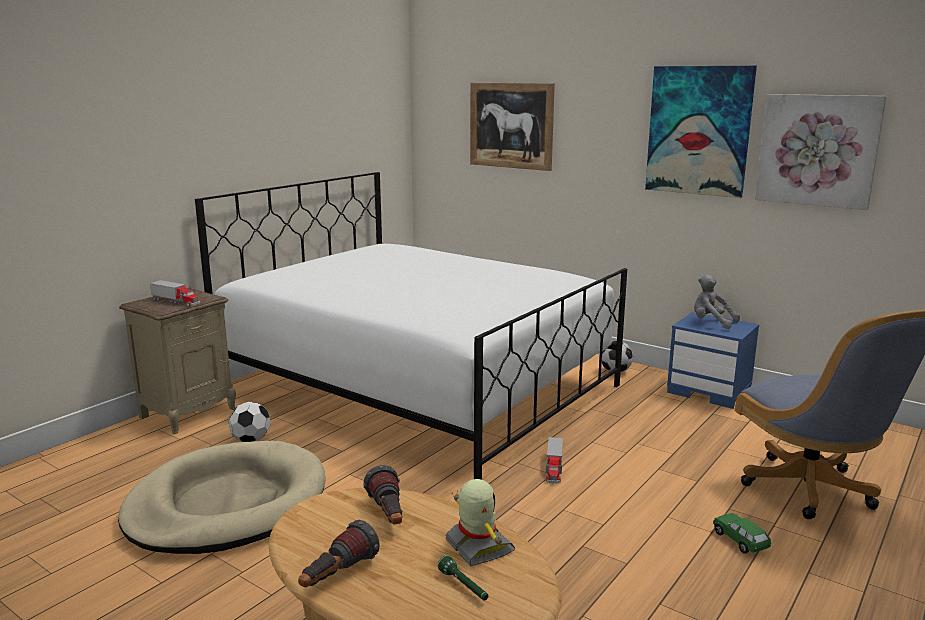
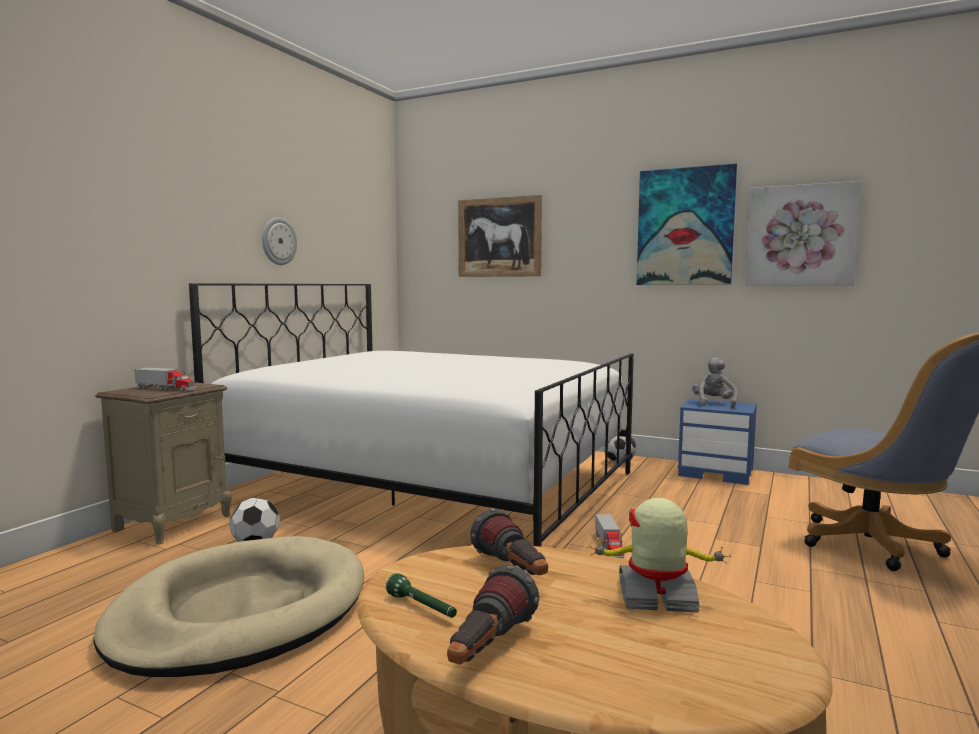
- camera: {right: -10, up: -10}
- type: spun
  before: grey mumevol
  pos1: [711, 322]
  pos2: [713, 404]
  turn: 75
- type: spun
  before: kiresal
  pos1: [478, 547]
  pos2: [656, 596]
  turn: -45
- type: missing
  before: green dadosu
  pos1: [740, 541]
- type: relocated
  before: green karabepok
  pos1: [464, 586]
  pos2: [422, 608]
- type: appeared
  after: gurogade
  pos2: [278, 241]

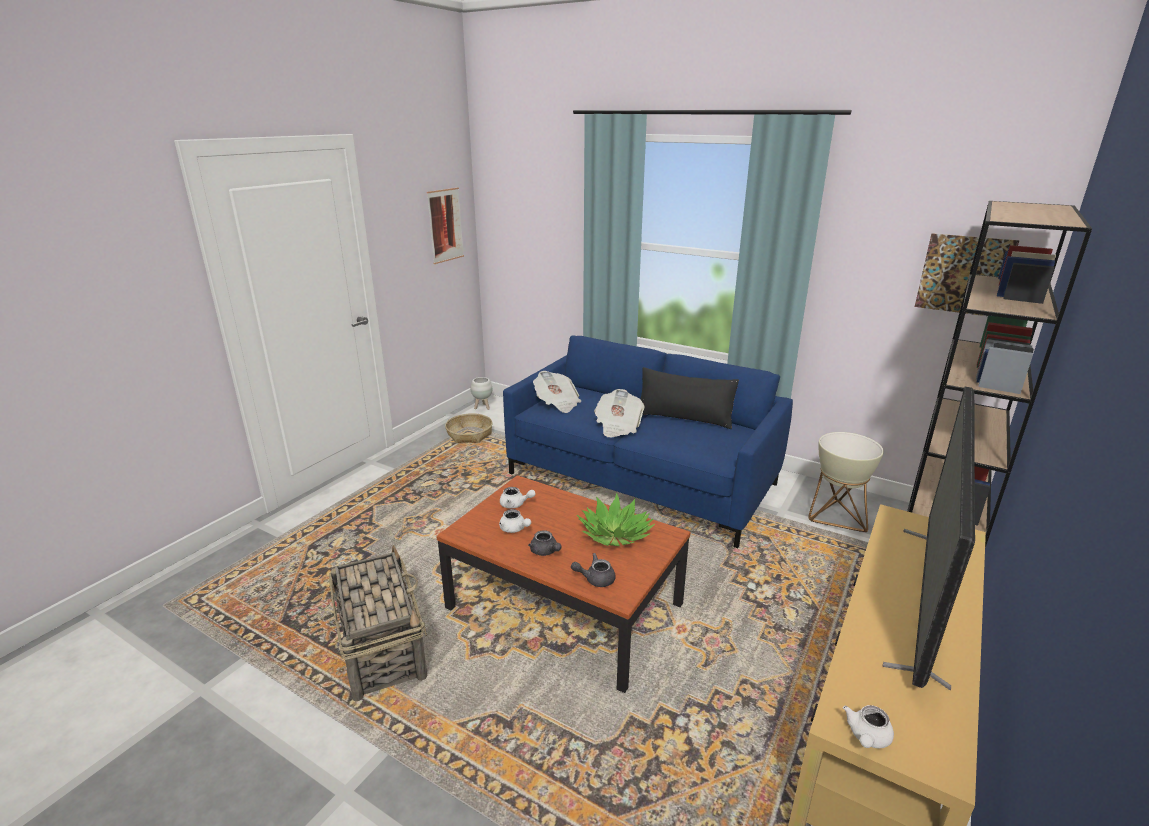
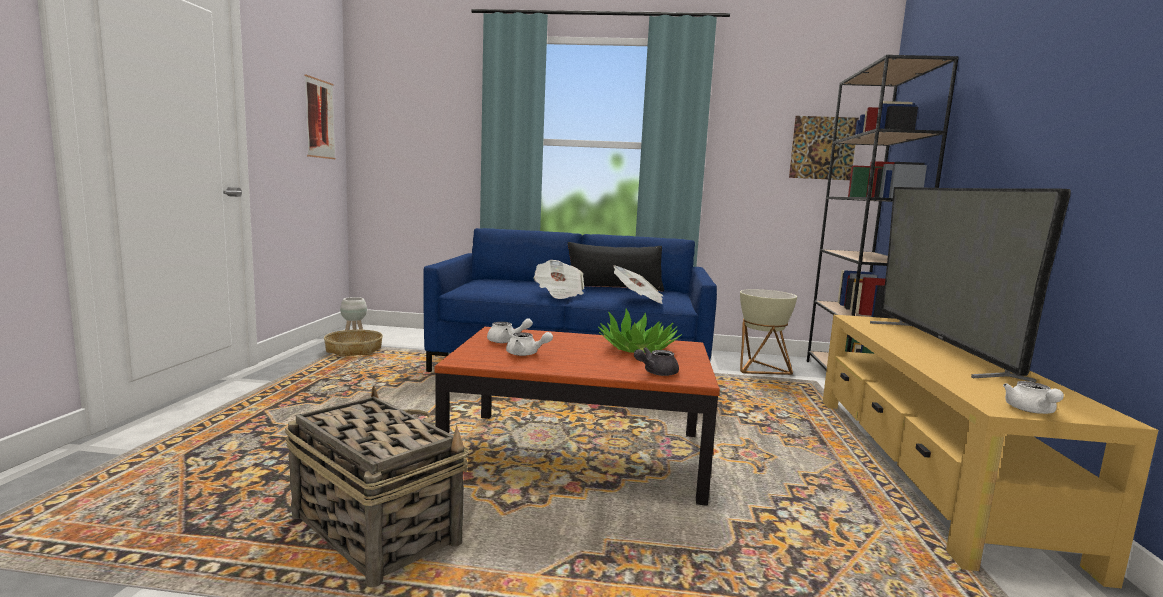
- camera: {right: -25, up: -15}
- type: relocated
  before: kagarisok
  pos1: [557, 403]
  pos2: [638, 299]
- type: missing
  before: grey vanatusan
  pos1: [545, 552]

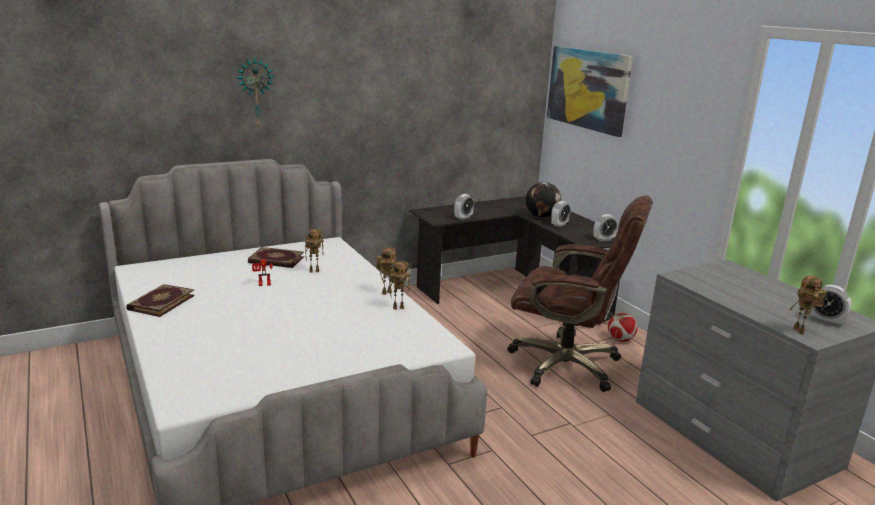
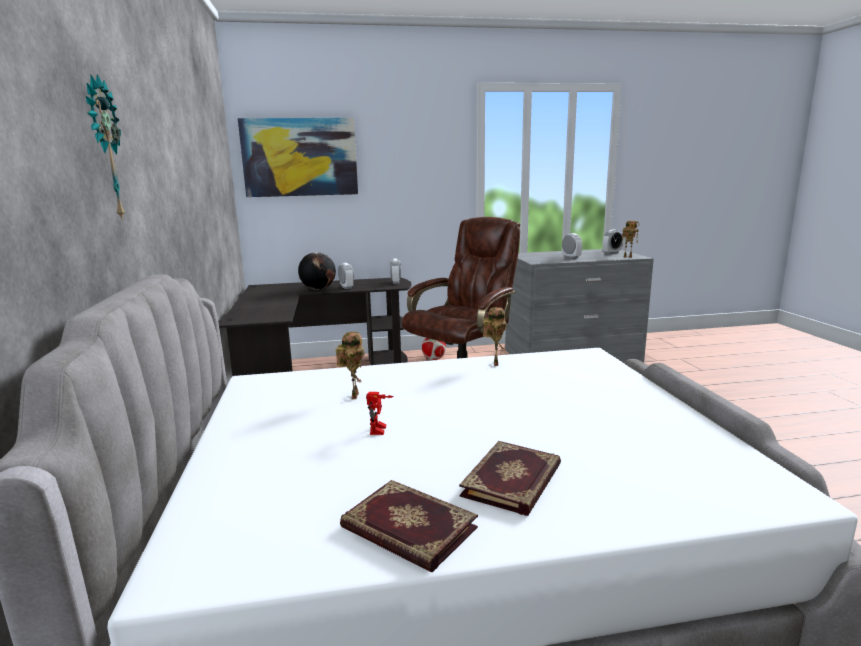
- camera: {right: -70, up: -5}
- type: relocated
  before: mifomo
  pos1: [463, 218]
  pos2: [571, 257]
- type: relocated
  before: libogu
  pos1: [276, 260]
  pos2: [513, 481]
- type: missing
  before: kiresal
  pos1: [386, 292]

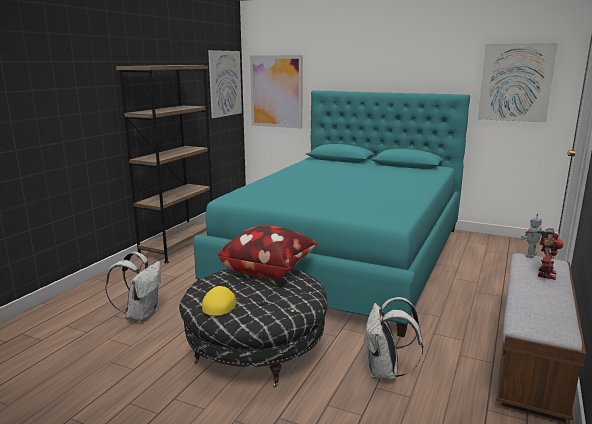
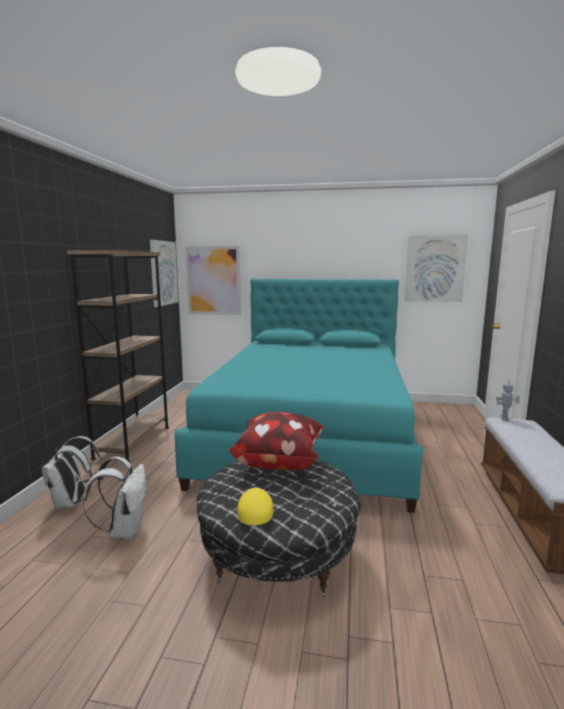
- camera: {right: -15, up: -5}
- type: missing
  before: kiresal
  pos1: [544, 274]
- type: relocated
  before: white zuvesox
  pos1: [385, 373]
  pos2: [72, 503]

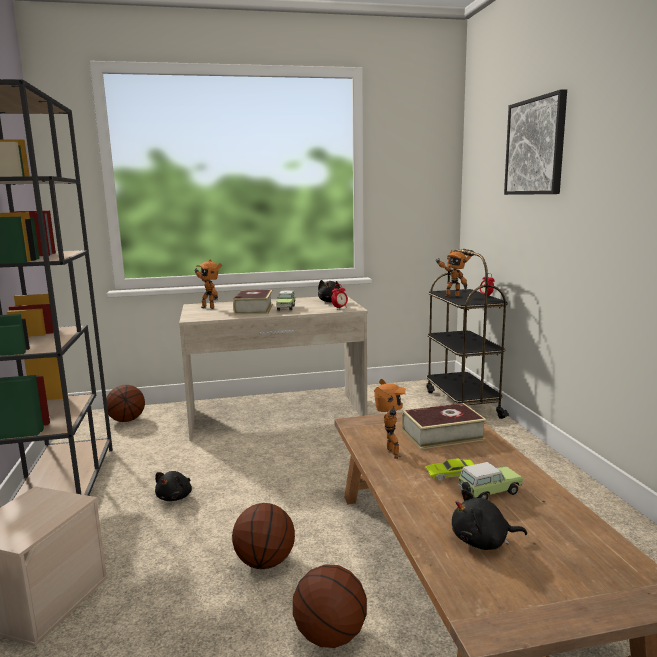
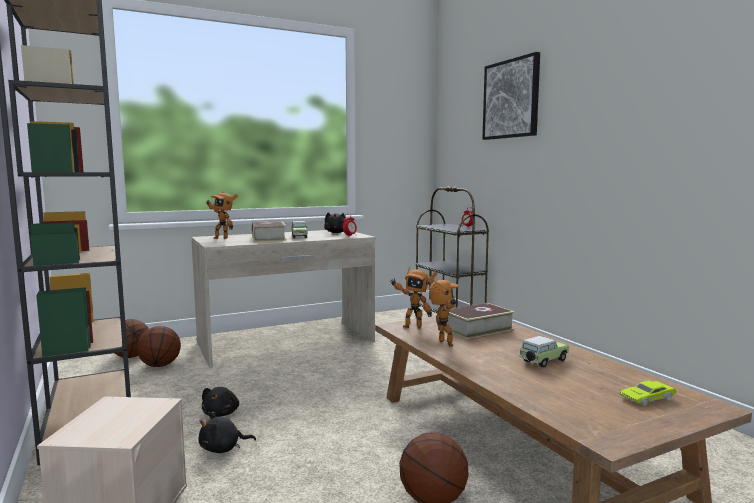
- camera: {right: -15, up: -5}
- type: relocated
  before: kiresal
  pos1: [451, 296]
  pos2: [412, 326]
- type: relocated
  before: green dadosu
  pos1: [451, 474]
  pos2: [647, 398]
- type: relocated
  before: black mumevol
  pos1: [483, 542]
  pos2: [223, 449]
- type: relocated
  before: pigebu
  pos1: [265, 562]
  pos2: [160, 365]

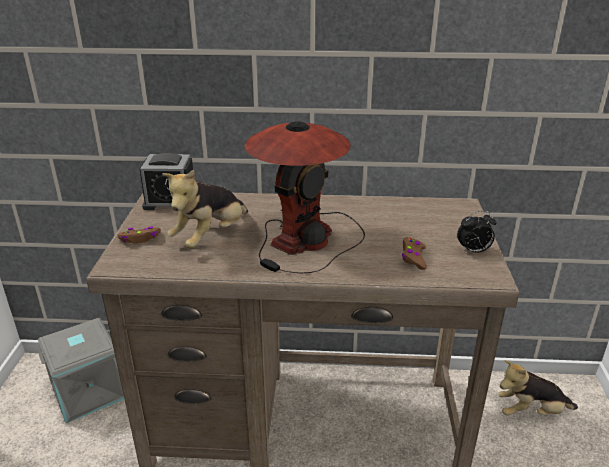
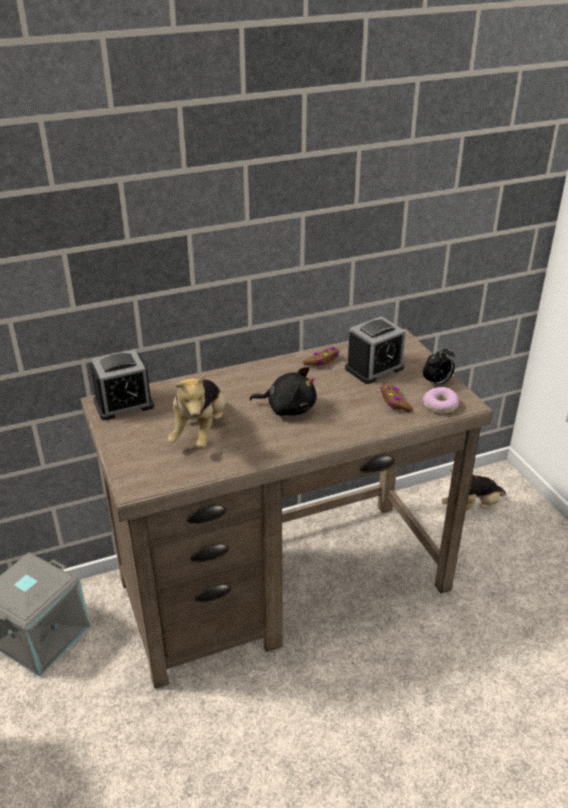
- camera: {right: -25, up: 5}
- type: exchanged
  before: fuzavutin
  after: black mumevol
  pos1: [304, 237]
  pos2: [288, 408]
- type: relocated
  before: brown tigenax
  pos1: [140, 239]
  pos2: [322, 361]
- type: appeared
  after: mifomo
  pos2: [374, 368]
- type: appeared
  after: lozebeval
  pos2: [440, 405]

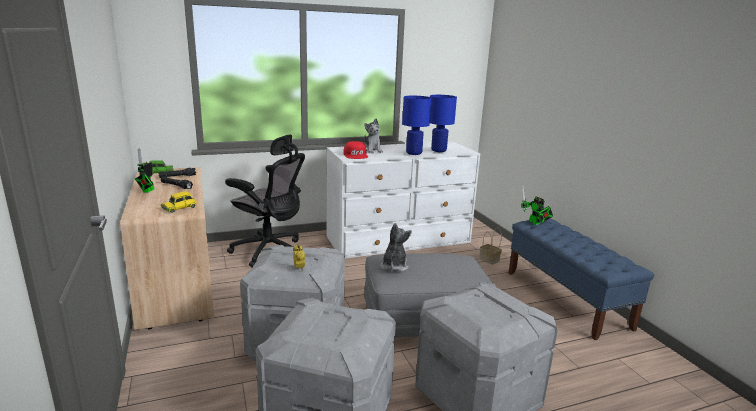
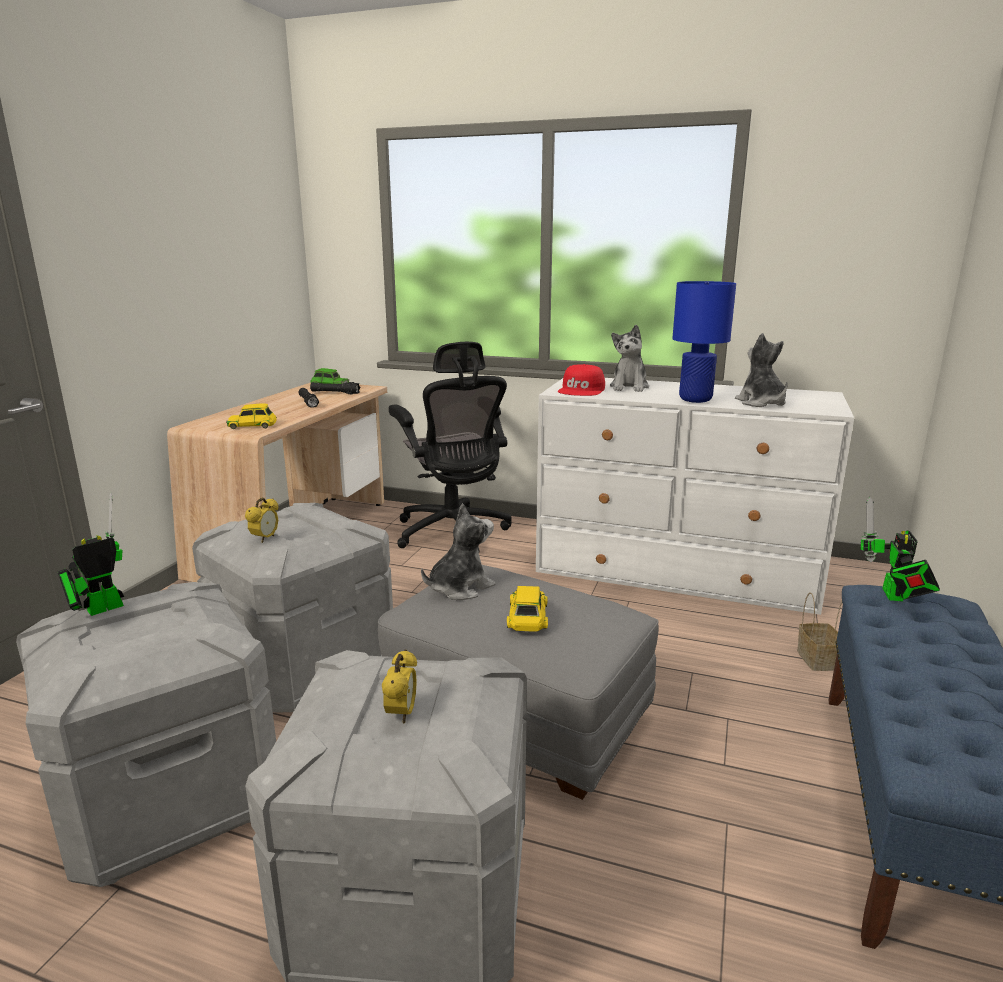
- camera: {right: 40, up: 0}
- type: exchanged
  before: blue fuzavutin
  after: mumevol
  pos1: [438, 151]
  pos2: [761, 403]
- type: relocated
  before: kiresal
  pos1: [147, 191]
  pos2: [99, 610]
- type: appeared
  after: yellow dadosu
  pos2: [527, 617]
- type: appeared
  after: mifomo
  pos2: [402, 714]

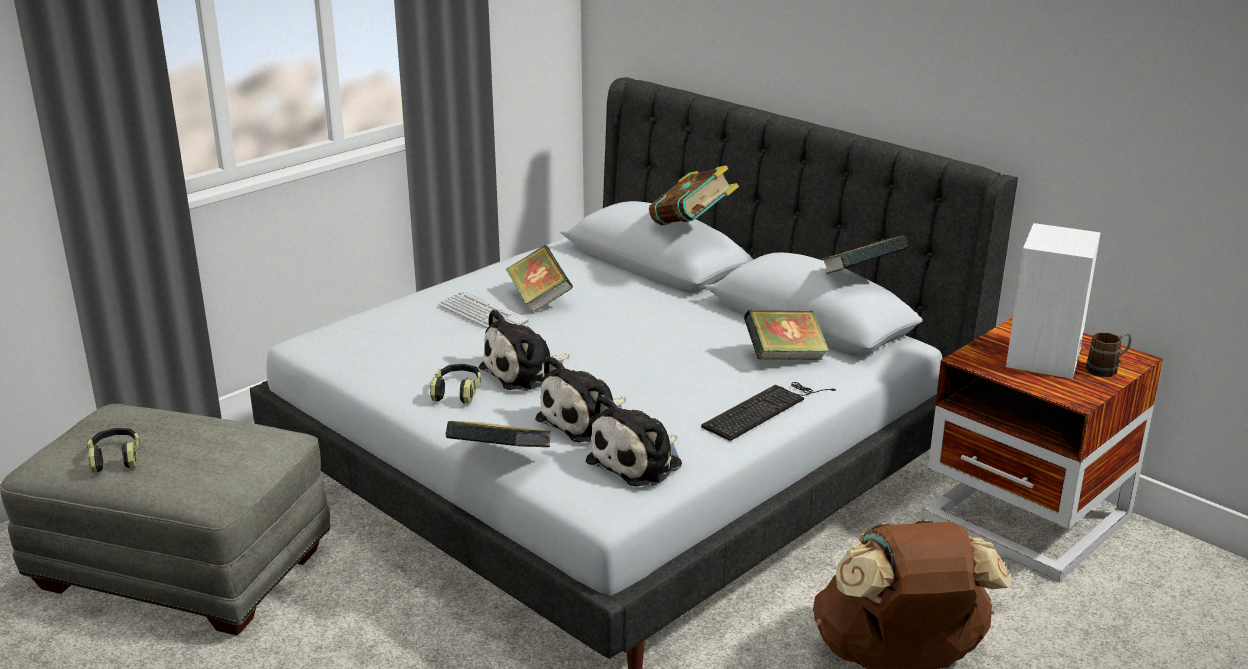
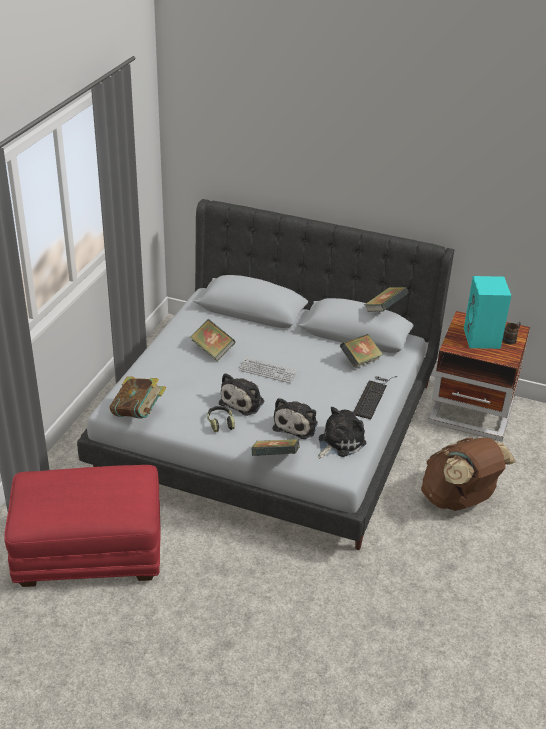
- camera: {right: -25, up: 10}
- type: relocated
  before: libogu
  pos1: [692, 227]
  pos2: [138, 413]
- type: colour
  before: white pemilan
  after: turquoise pemilan
  pos1: [1045, 359]
  pos2: [483, 339]
- type: relocated
  before: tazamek
  pos1: [482, 314]
  pos2: [267, 371]
- type: spun
  before: mumevol
  pos1: [639, 462]
  pos2: [339, 442]
  turn: -150
- type: colour
  before: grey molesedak
  after: red molesedak
  pos1: [184, 568]
  pos2: [90, 552]
- type: missing
  before: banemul
  pos1: [115, 459]

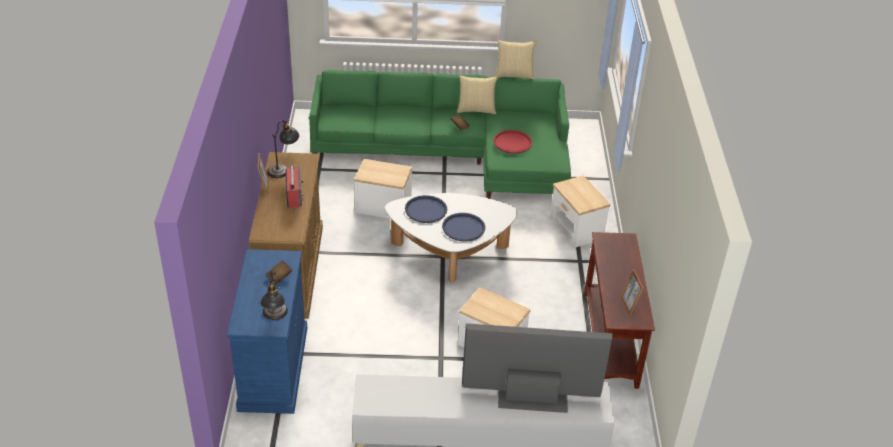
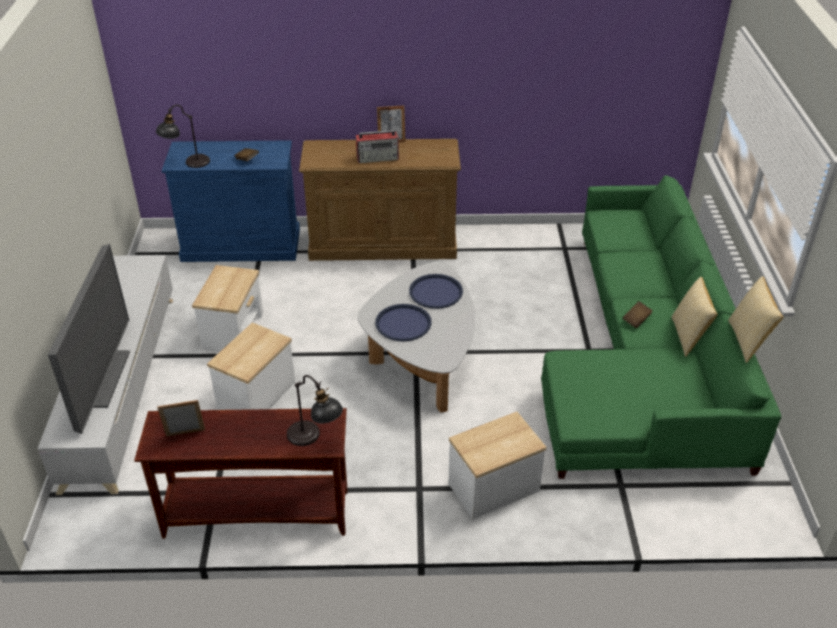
- camera: {right: 90, up: 0}
- type: relocated
  before: grey fuzavutin
  pos1: [283, 166]
  pos2: [315, 439]
- type: missing
  before: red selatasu
  pos1: [512, 142]
- type: relocated
  before: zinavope
  pos1: [383, 207]
  pos2: [234, 331]

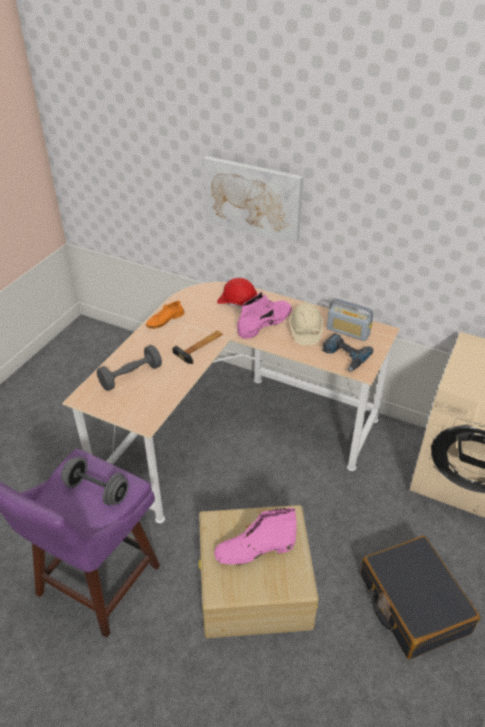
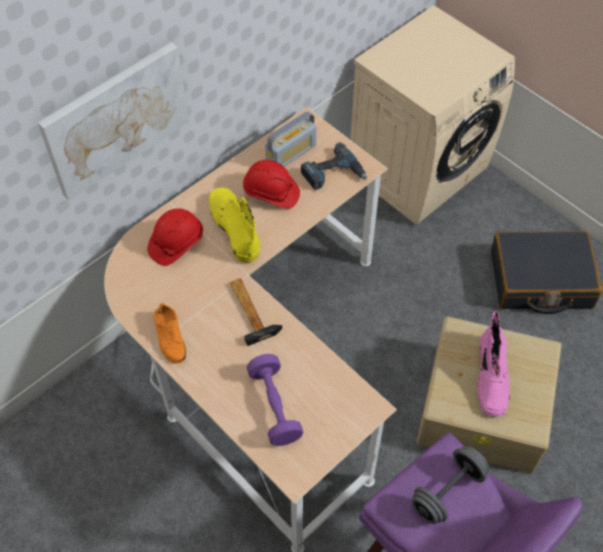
- camera: {right: -70, up: 15}
- type: colour
  before: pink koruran
  after: yellow koruran
  pos1: [265, 323]
  pos2: [234, 227]
- type: colour
  before: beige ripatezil
  after: red ripatezil
  pos1: [305, 331]
  pos2: [271, 193]
- type: colour
  before: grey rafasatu
  after: purple rafasatu
  pos1: [131, 376]
  pos2: [274, 406]

